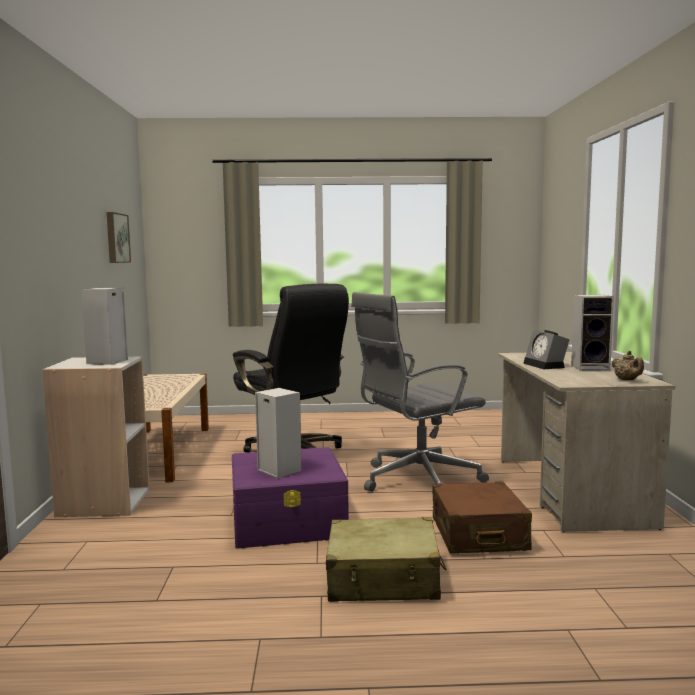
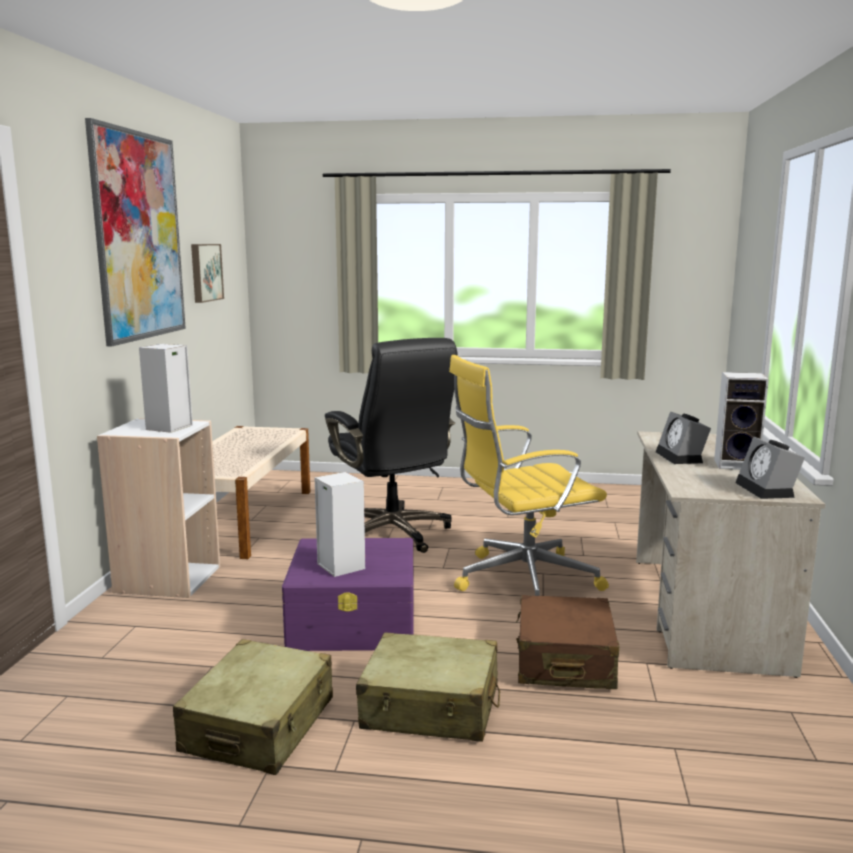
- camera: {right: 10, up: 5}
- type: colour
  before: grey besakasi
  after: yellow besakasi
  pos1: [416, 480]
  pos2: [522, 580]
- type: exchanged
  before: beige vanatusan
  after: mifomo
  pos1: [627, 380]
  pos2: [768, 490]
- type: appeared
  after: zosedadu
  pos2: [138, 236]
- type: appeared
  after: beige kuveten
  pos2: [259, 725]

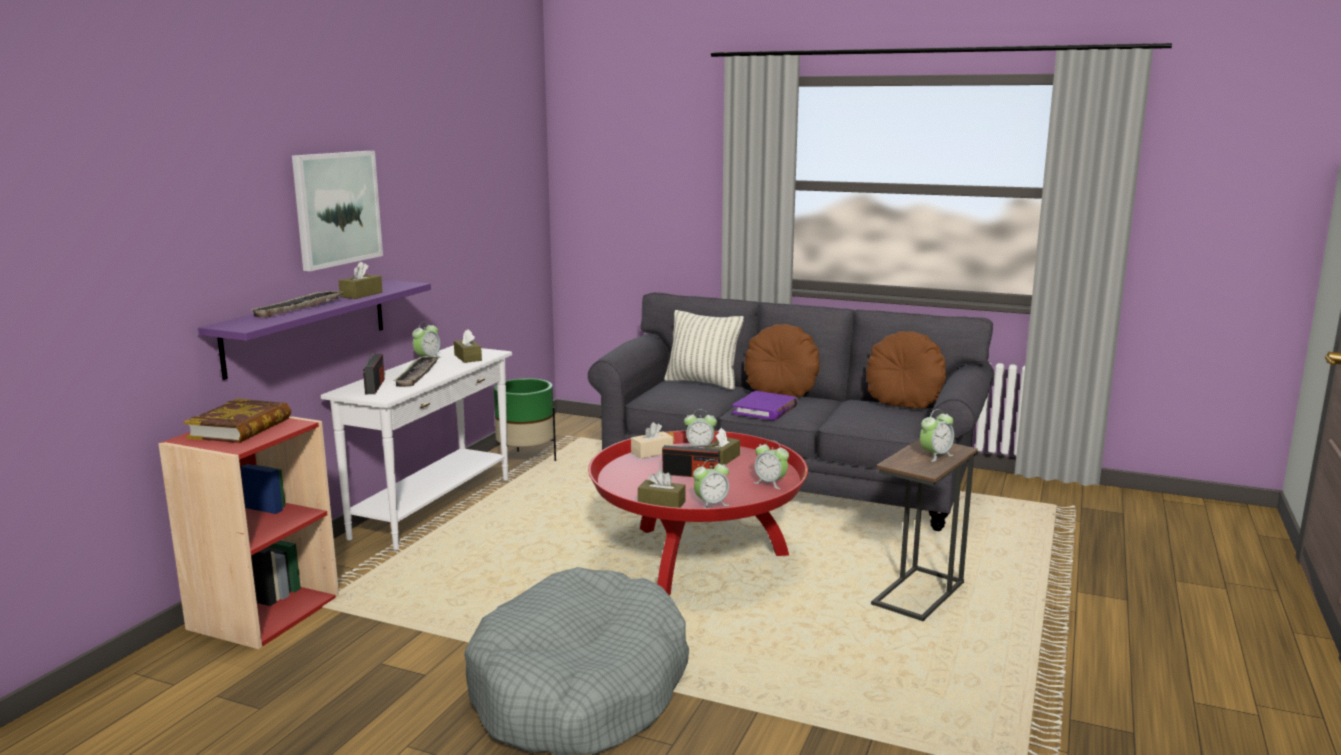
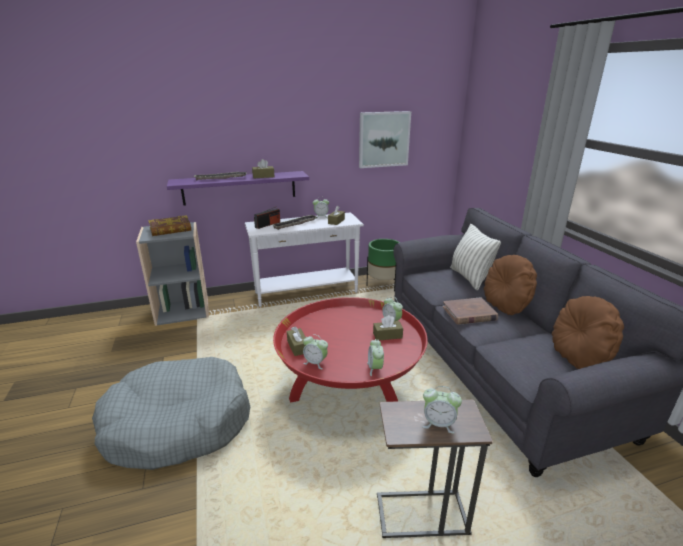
- camera: {right: 50, up: 10}
- type: relocated
  before: zosedadu
  pos1: [336, 208]
  pos2: [384, 139]
- type: colour
  before: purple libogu
  after: brown libogu
  pos1: [765, 409]
  pos2: [469, 313]
- type: colour
  before: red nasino
  after: grey nasino
  pos1: [264, 611]
  pos2: [183, 310]
- type: missing
  before: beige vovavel
  pos1: [652, 452]
- type: missing
  before: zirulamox
  pos1: [691, 475]

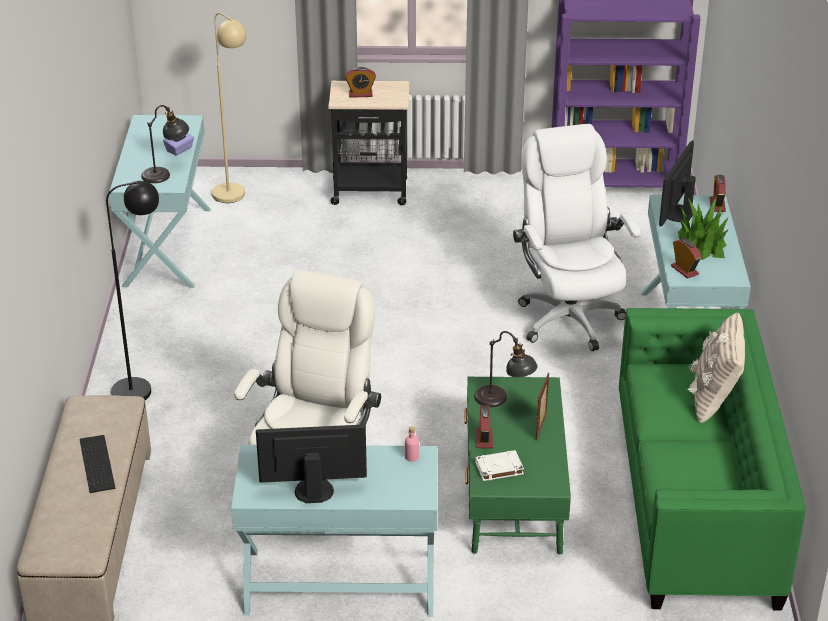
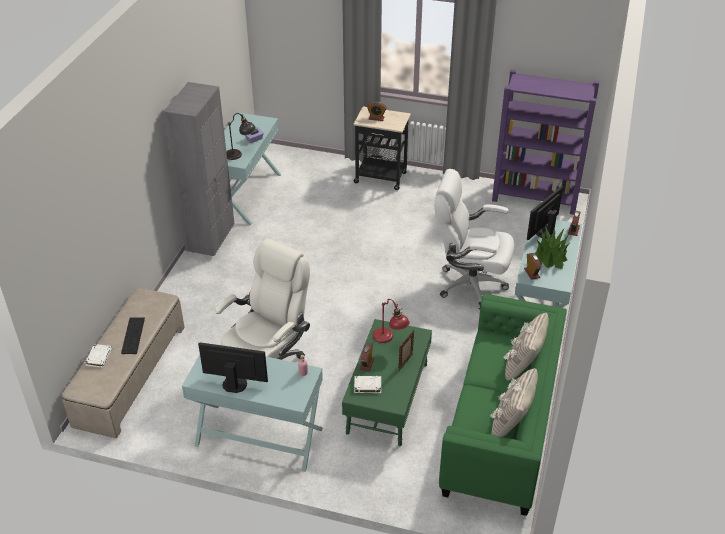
- camera: {right: 15, up: 5}
- type: missing
  before: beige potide
  pos1: [234, 199]
- type: spun
  before: white besakasi
  pos1: [568, 319]
  pos2: [469, 285]
  turn: -75
- type: missing
  before: black potide
  pos1: [143, 390]
- type: colour
  before: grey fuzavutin
  after: red fuzavutin
  pos1: [504, 400]
  pos2: [390, 339]
- type: appeared
  after: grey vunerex
  pos2: [211, 240]
- type: appeared
  after: white libogu
  pos2: [99, 357]
- type: appeared
  after: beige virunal
  pos2: [509, 422]

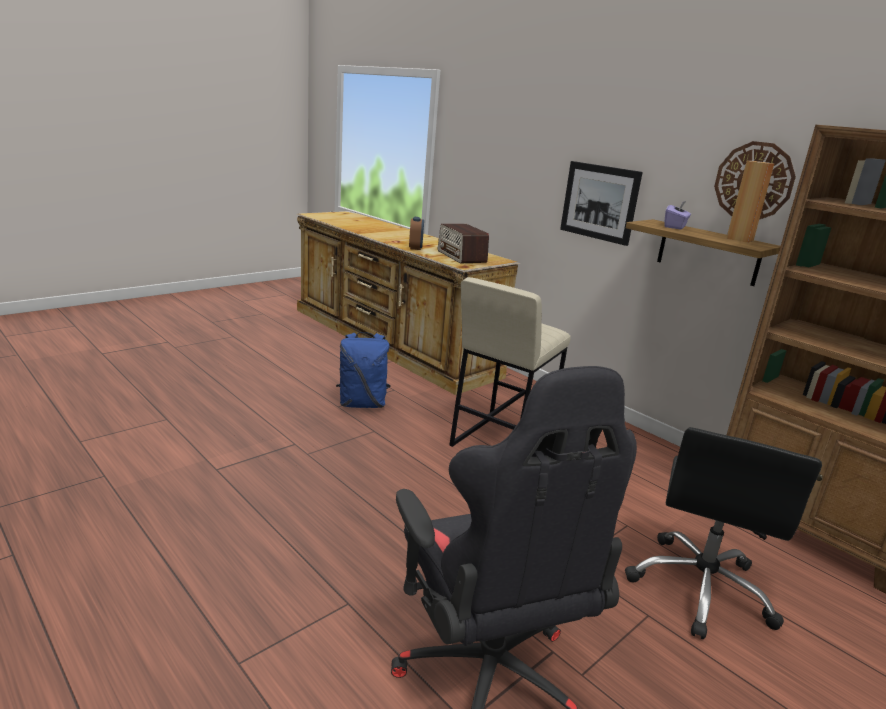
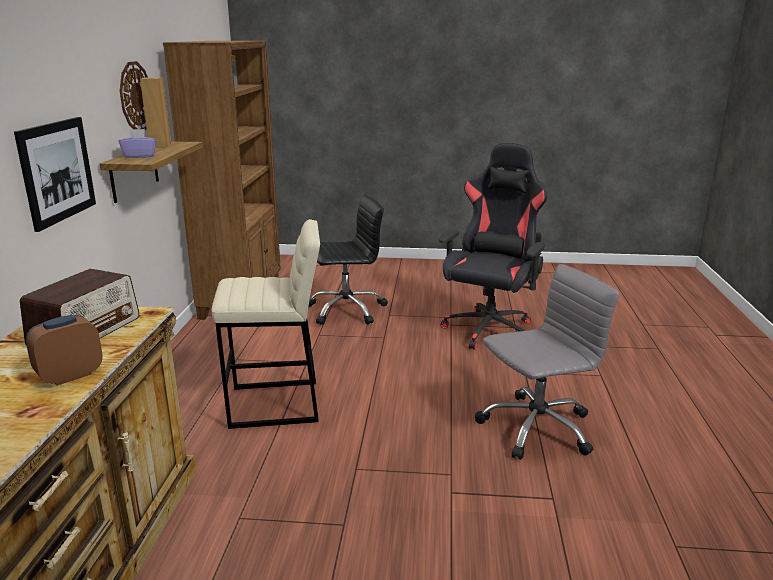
- camera: {right: -130, up: 0}
- type: missing
  before: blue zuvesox
  pos1: [362, 404]
- type: appeared
  after: grey besakasi
  pos2: [536, 427]

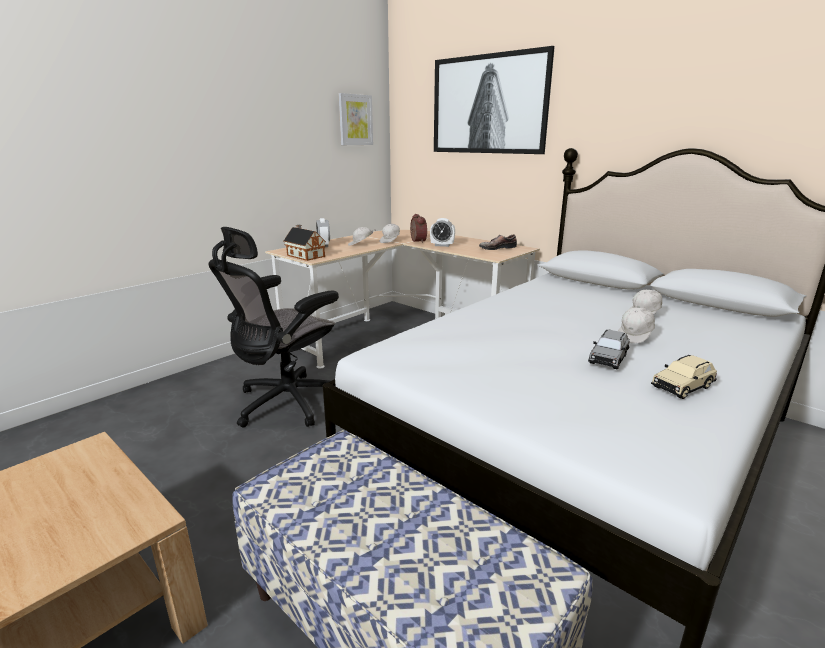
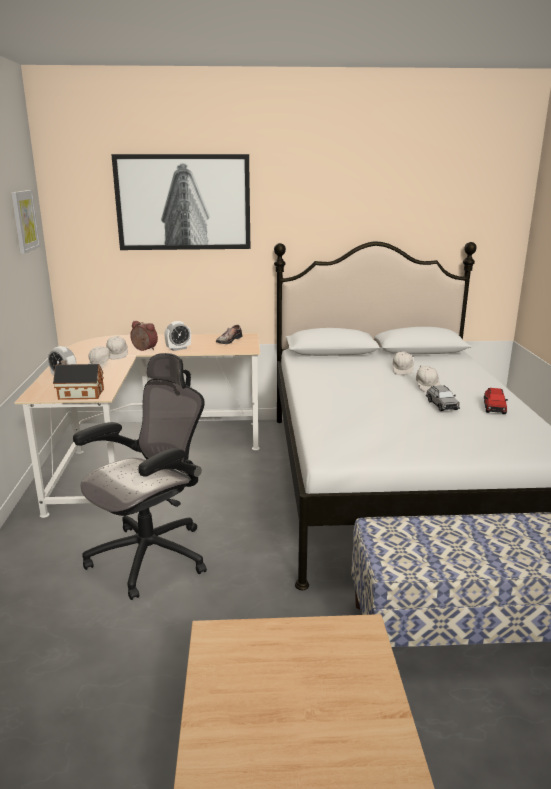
- camera: {right: -45, up: 0}
- type: spun
  before: besakasi
  pos1: [288, 403]
  pos2: [150, 556]
  turn: -135
- type: colour
  before: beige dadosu
  after: red dadosu
  pos1: [682, 387]
  pos2: [494, 408]

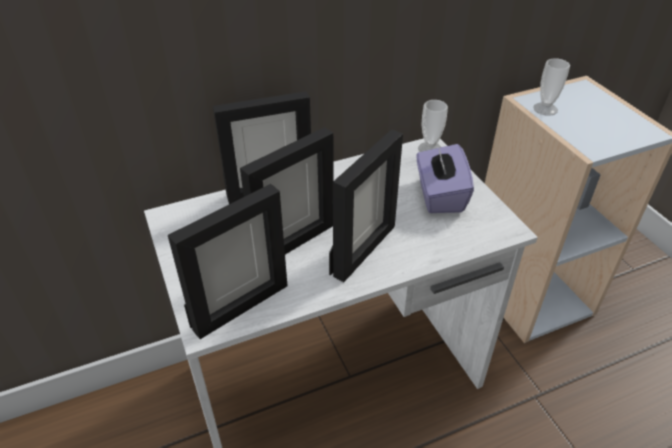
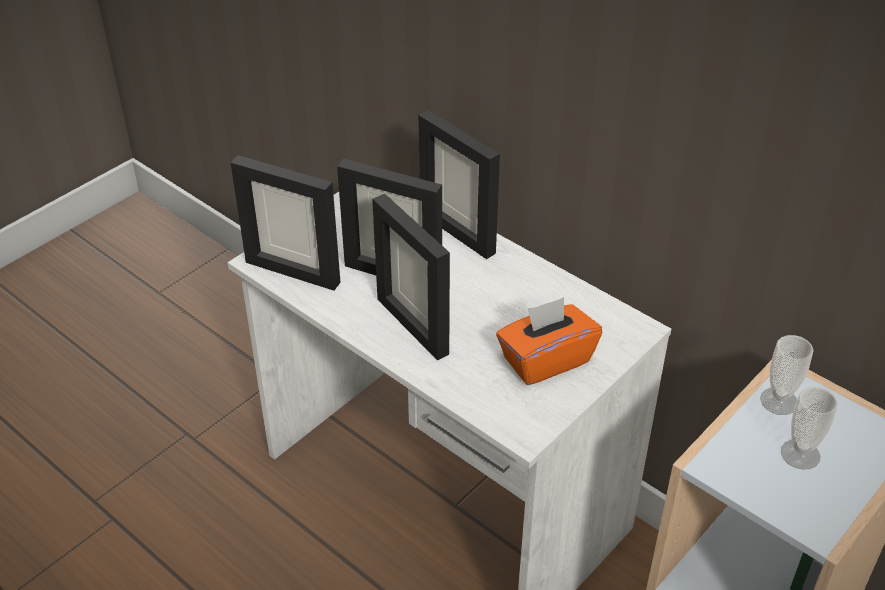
- camera: {right: 65, up: 0}
- type: relocated
  before: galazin
  pos1: [430, 149]
  pos2: [800, 454]
- type: spun
  before: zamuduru
  pos1: [363, 249]
  pos2: [414, 325]
  turn: 45
- type: colour
  before: purple vovavel
  after: orange vovavel
  pos1: [439, 195]
  pos2: [545, 360]

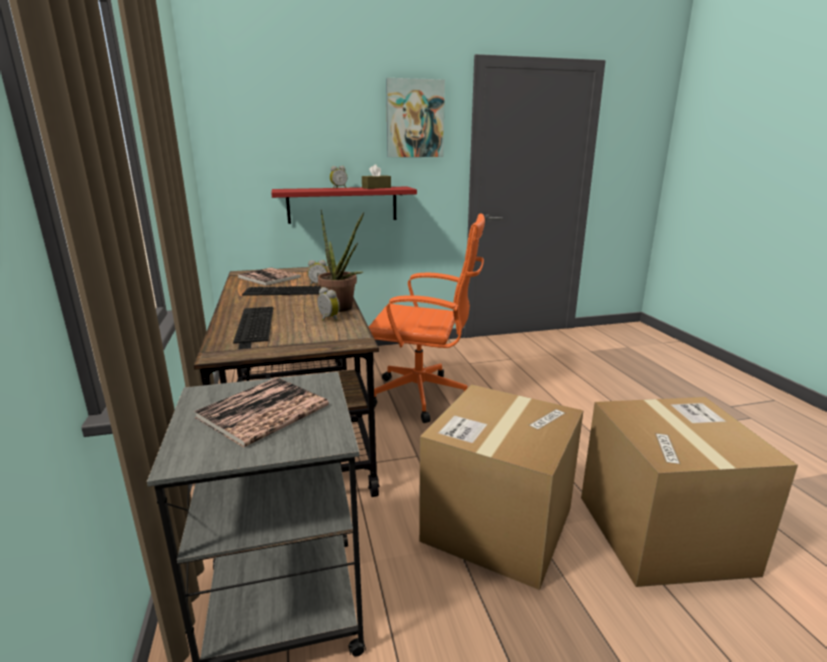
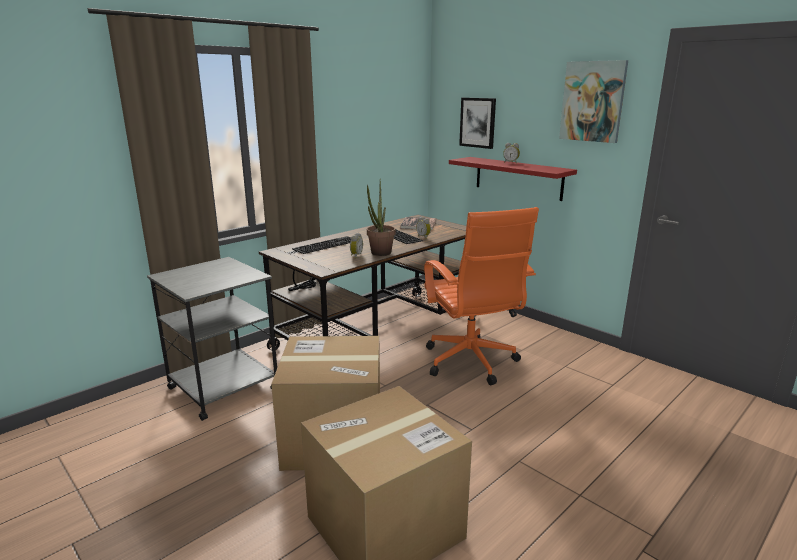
- camera: {right: 60, up: 0}
- type: missing
  before: brown vovavel
  pos1: [376, 187]
- type: missing
  before: libogu
  pos1: [263, 412]
- type: appeared
  after: zosedadu
  pos2: [478, 122]

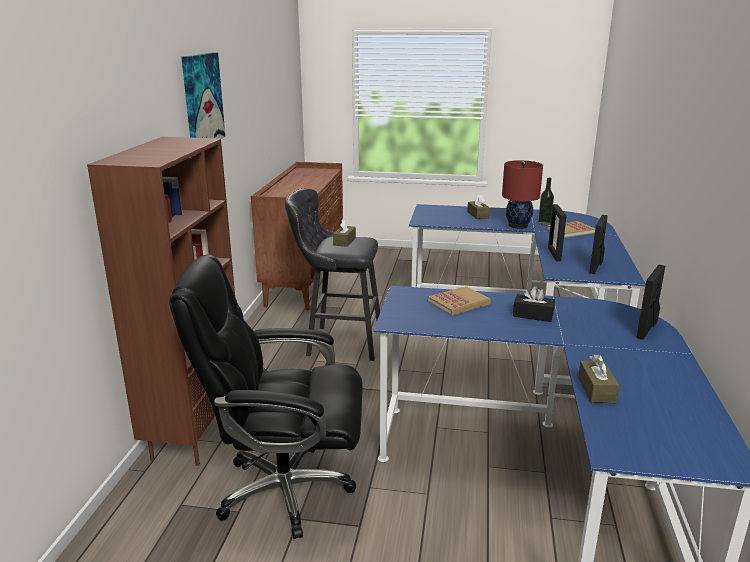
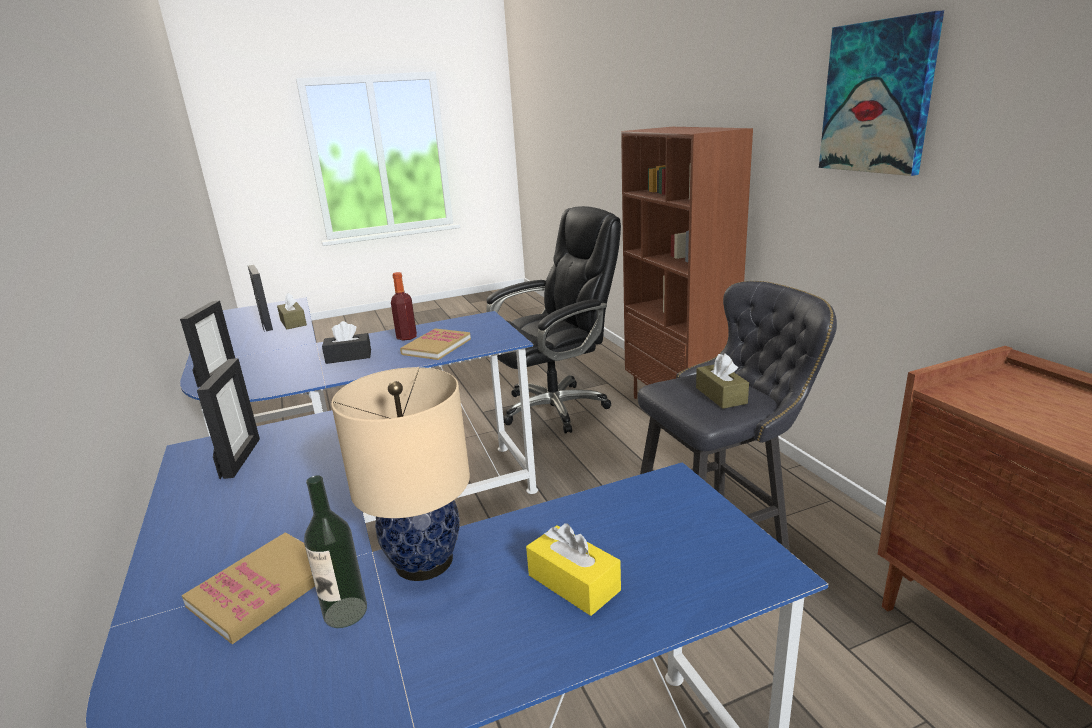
- camera: {right: 150, up: 0}
- type: colour
  before: red fuzavutin
  after: beige fuzavutin
  pos1: [518, 226]
  pos2: [423, 561]
- type: colour
  before: brown vovavel
  after: yellow vovavel
  pos1: [478, 215]
  pos2: [573, 583]
- type: relocated
  before: zamuduru
  pos1: [555, 254]
  pos2: [265, 324]
- type: appeared
  after: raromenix
  pos2: [406, 337]

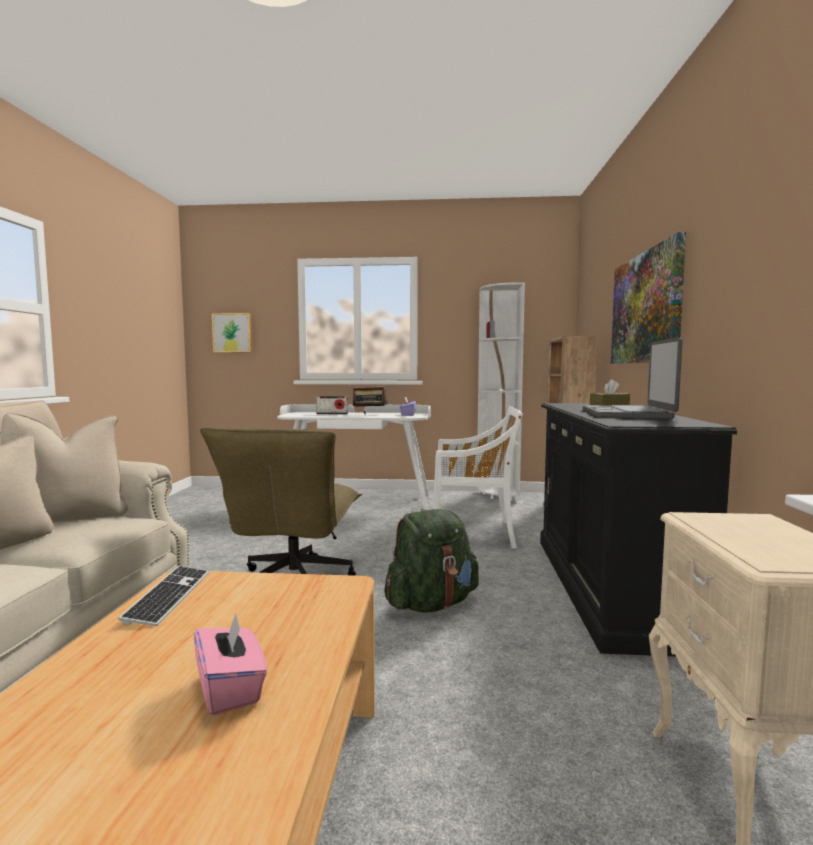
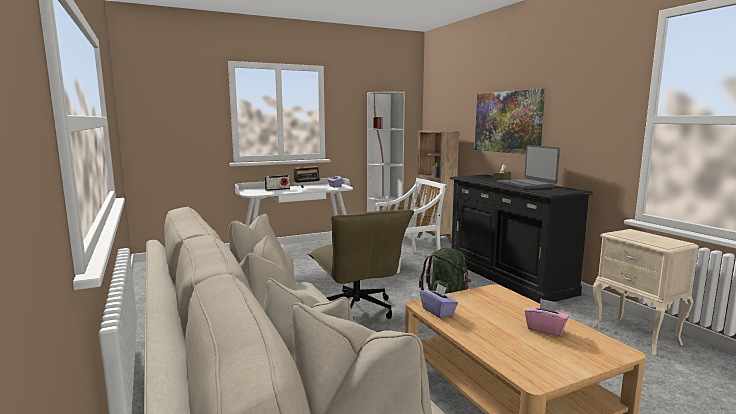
- camera: {right: -30, up: 5}
- type: missing
  before: zosedadu
  pos1: [232, 333]
- type: exchanged
  before: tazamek
  after: purple vovavel
  pos1: [169, 597]
  pos2: [438, 311]

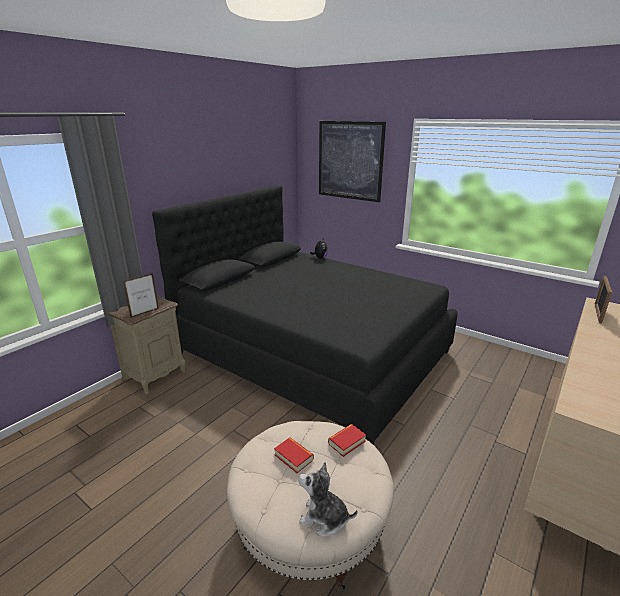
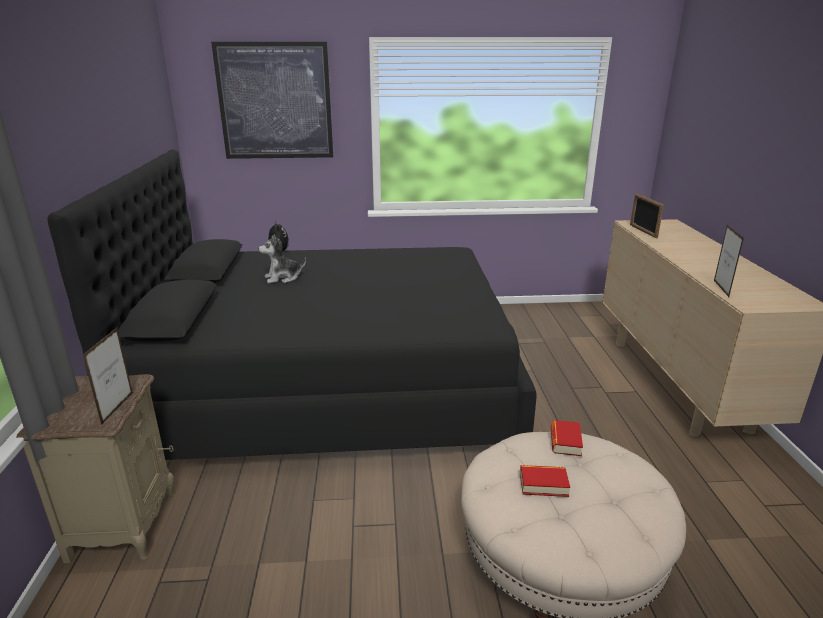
- camera: {right: -40, up: 0}
- type: relocated
  before: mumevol
  pos1: [324, 518]
  pos2: [283, 278]
- type: appeared
  after: zamuduru
  pos2: [721, 289]

